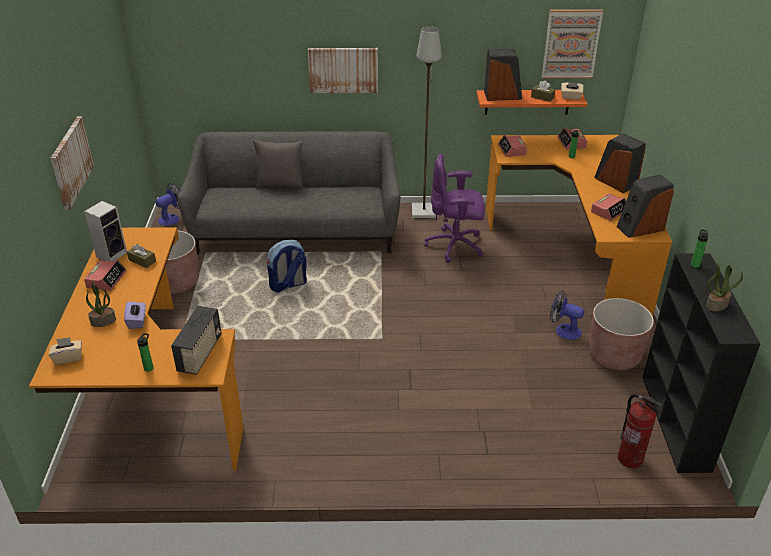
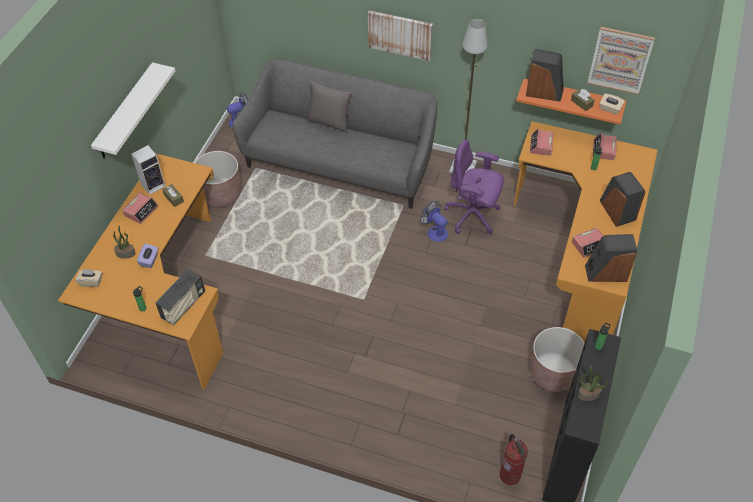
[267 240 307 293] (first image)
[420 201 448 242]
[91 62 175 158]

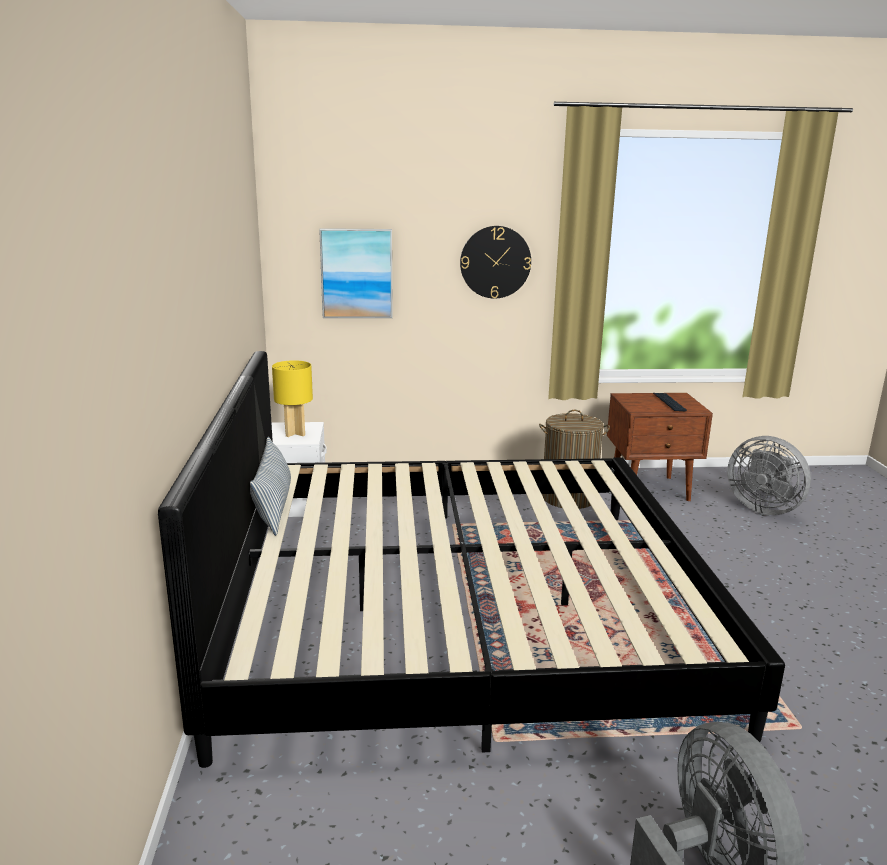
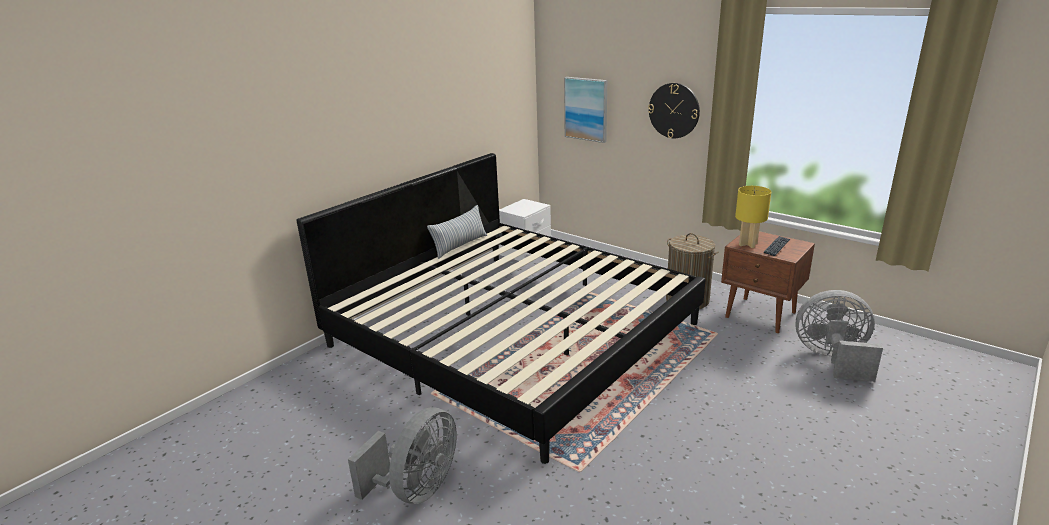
[735 186 771 248]
[795 290 883 382]

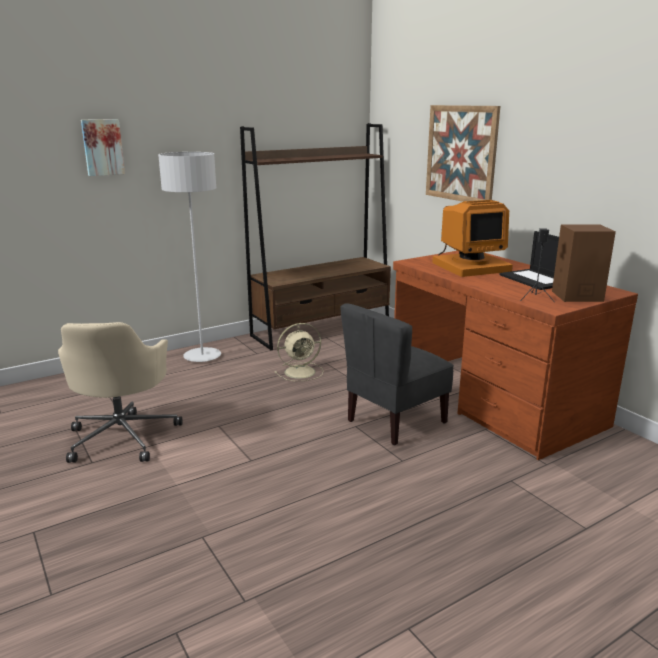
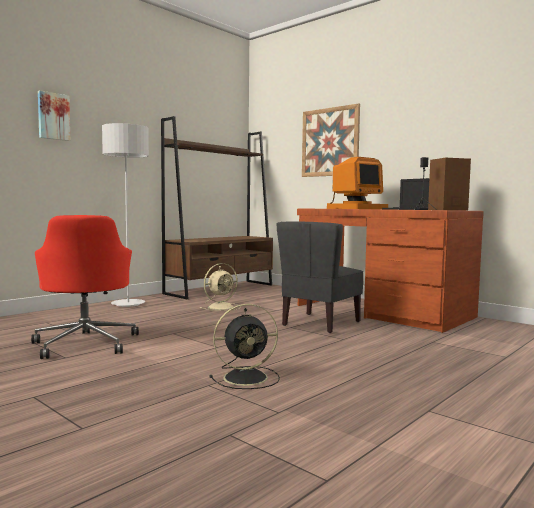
[209 304 280 389]
[31 215 139 359]

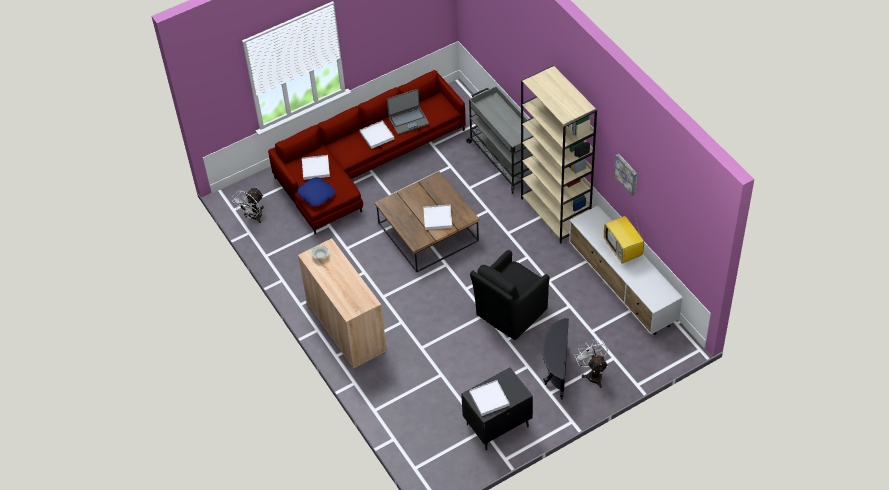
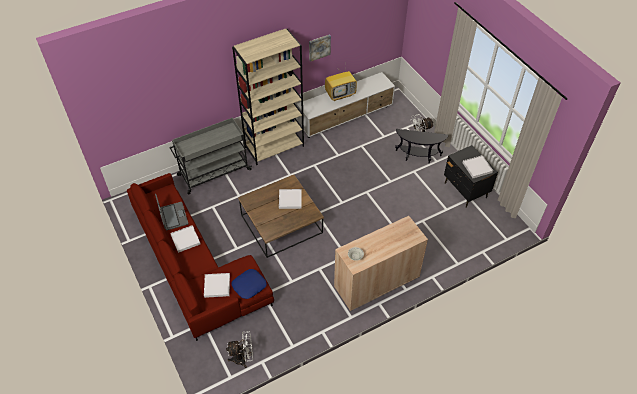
[470 250 549 340] (first image)
[226 331 253 368]

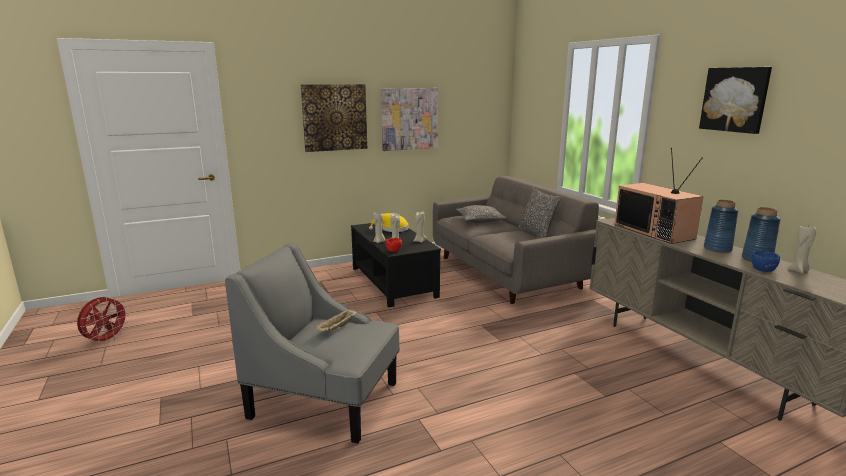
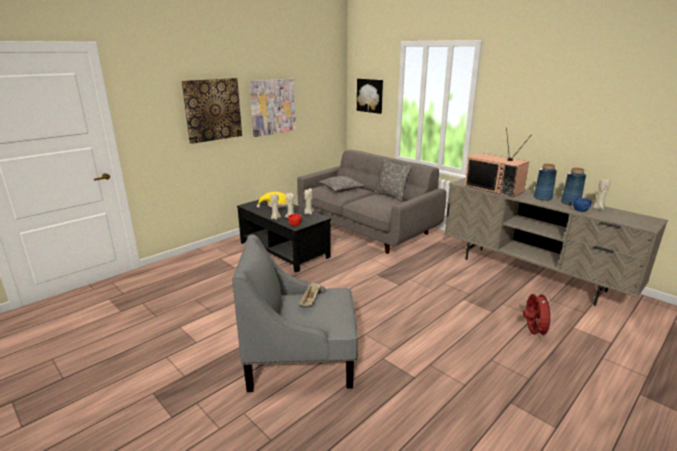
[523 292 554 338]
[357 78 383 114]

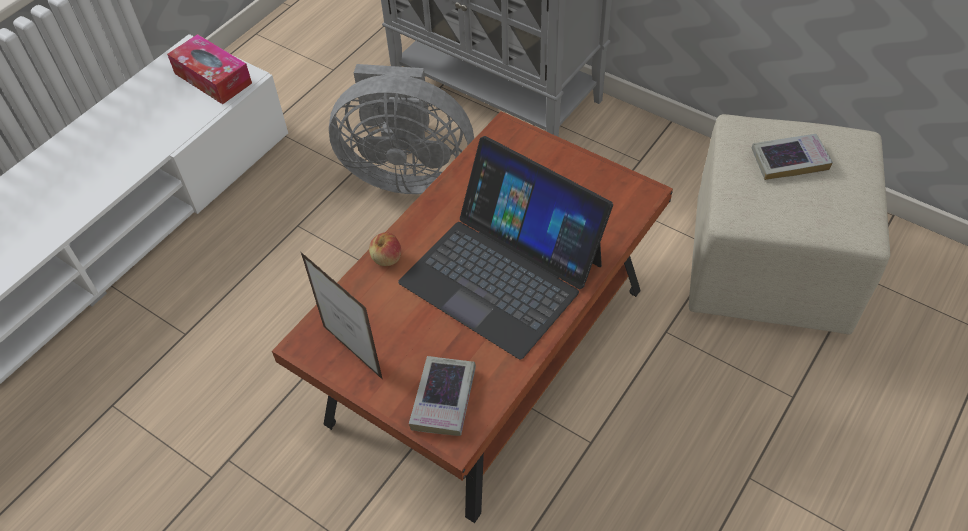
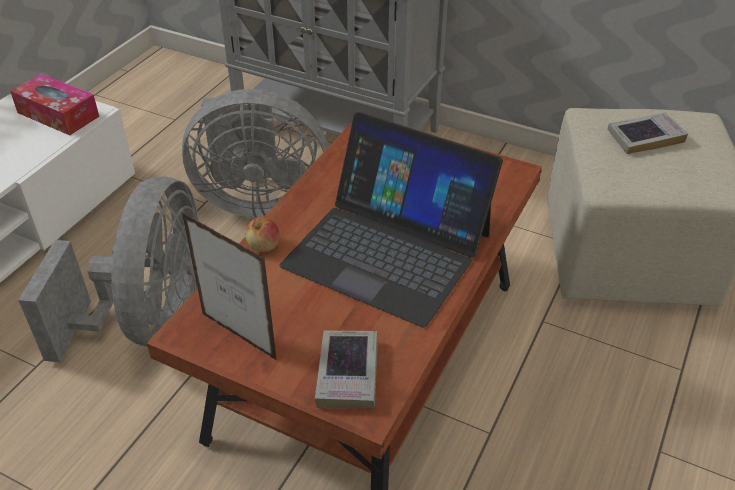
[19 176 199 362]

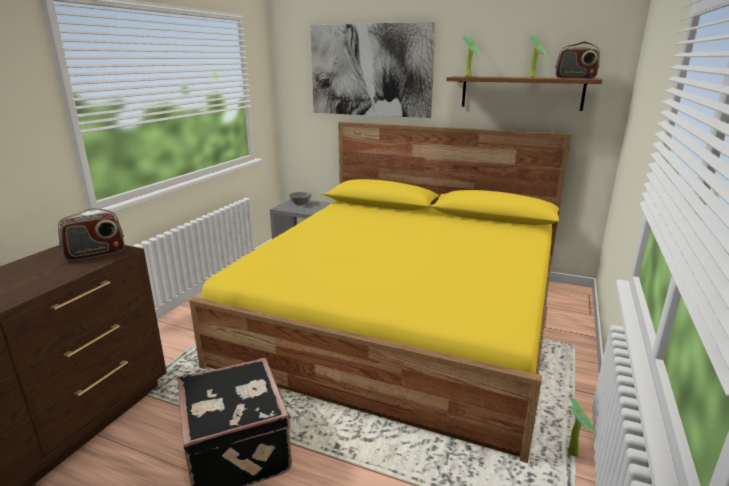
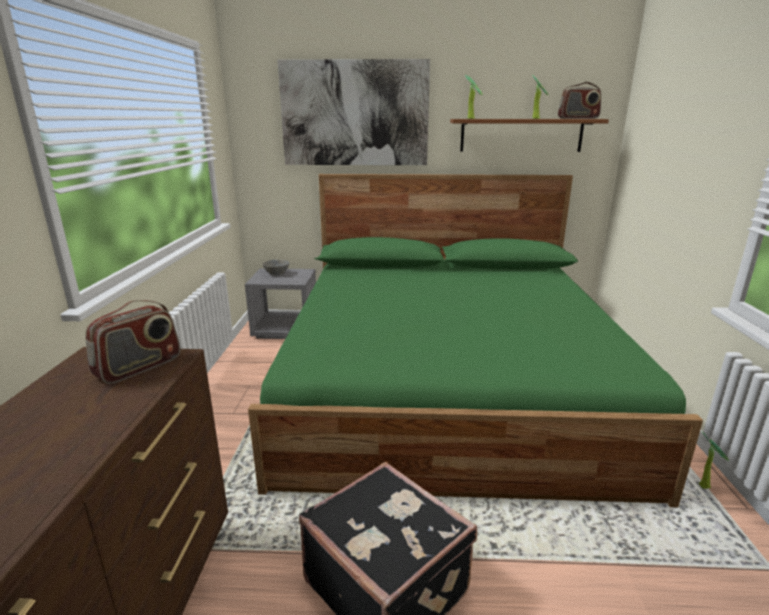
[248 174 703 507]

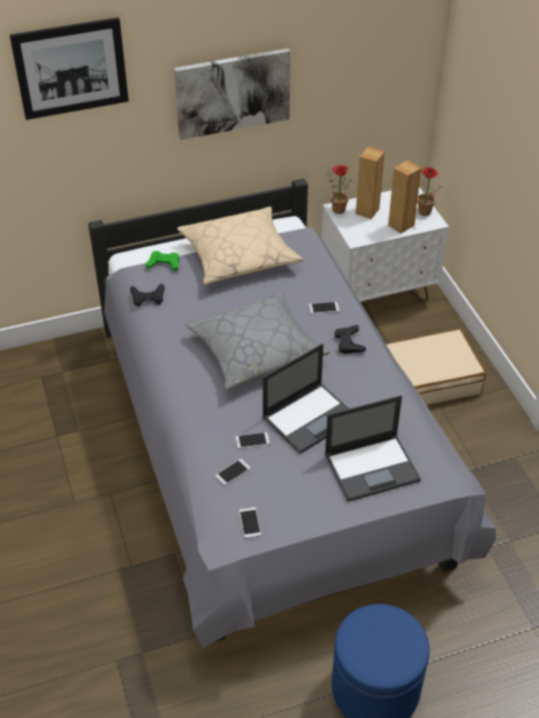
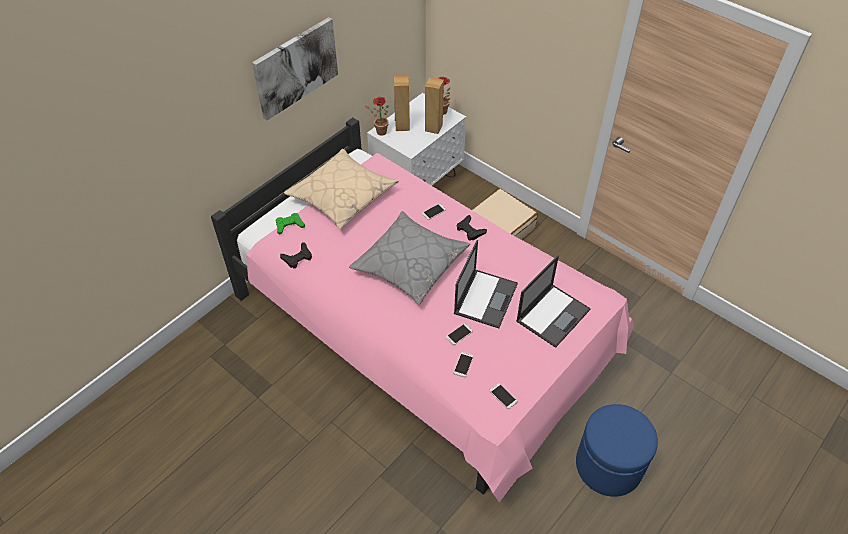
[10 17 129 120] (first image)
[211 118 634 502]

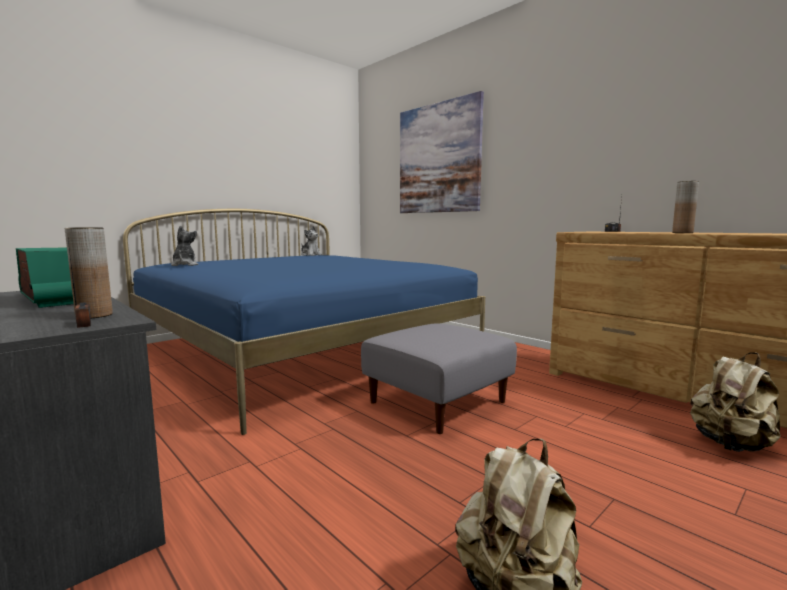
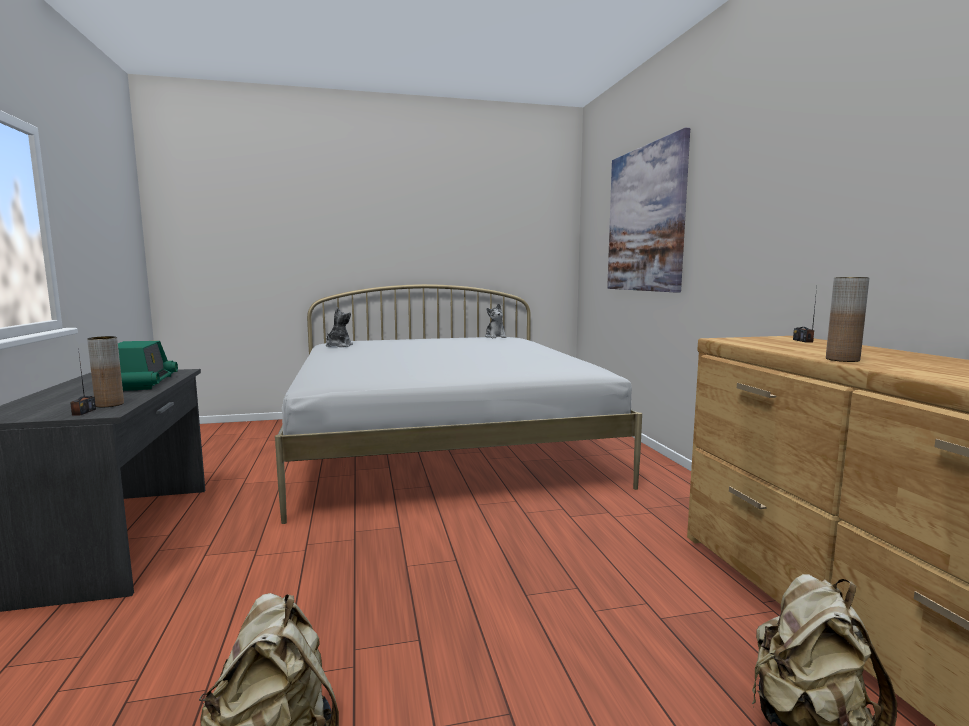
[361 323 517 434] (first image)
[275 284 642 524]

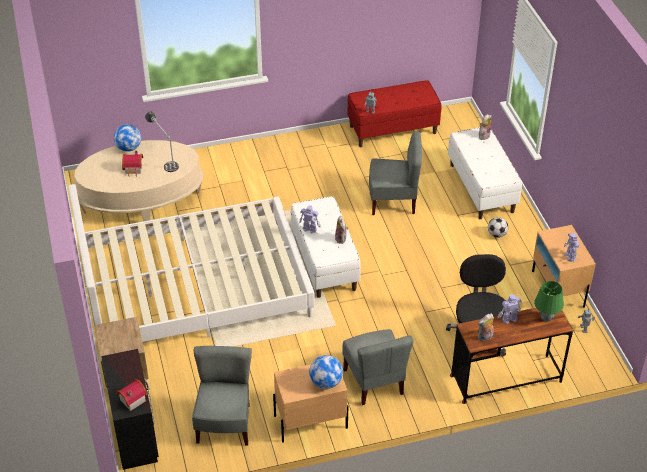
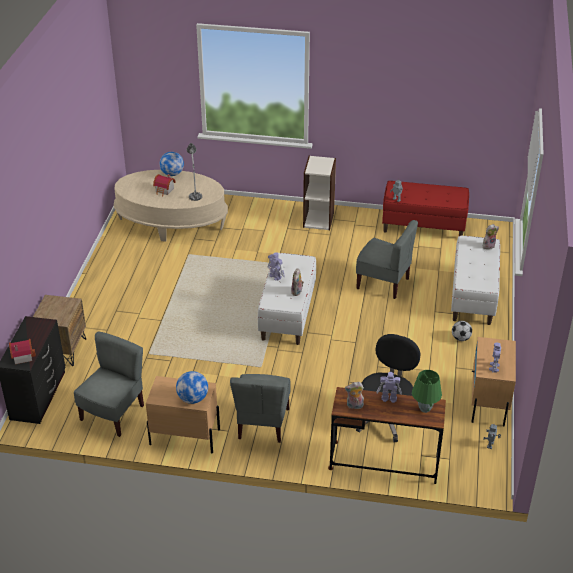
[68 184 315 342] (first image)
[303 156 336 230]

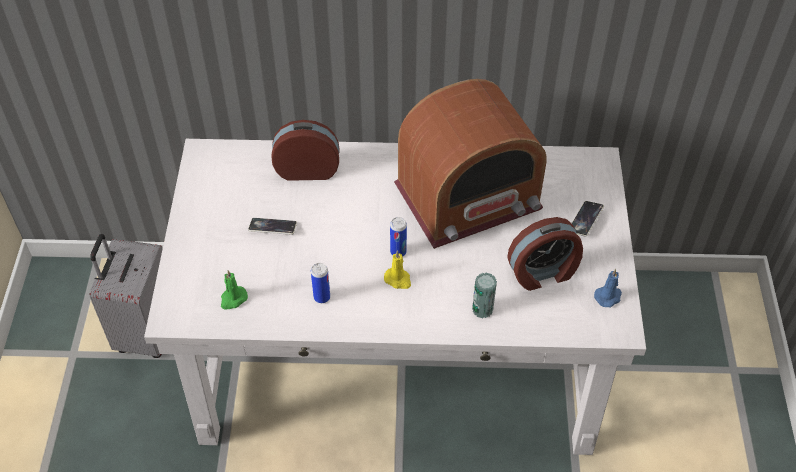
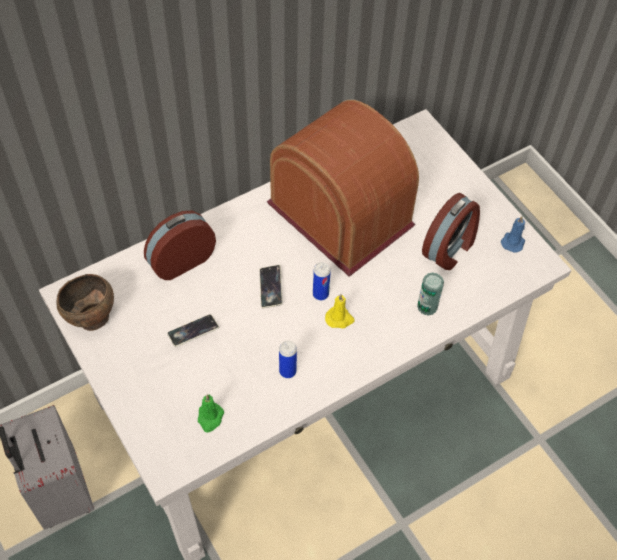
[56 274 114 331]
[259 265 283 308]
[267 100 419 277]

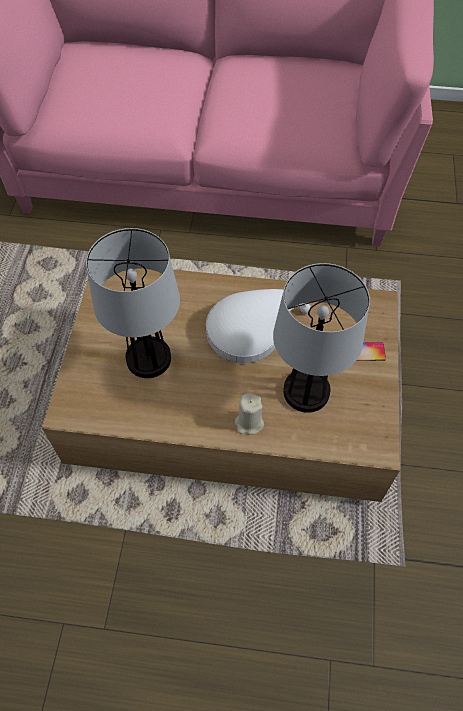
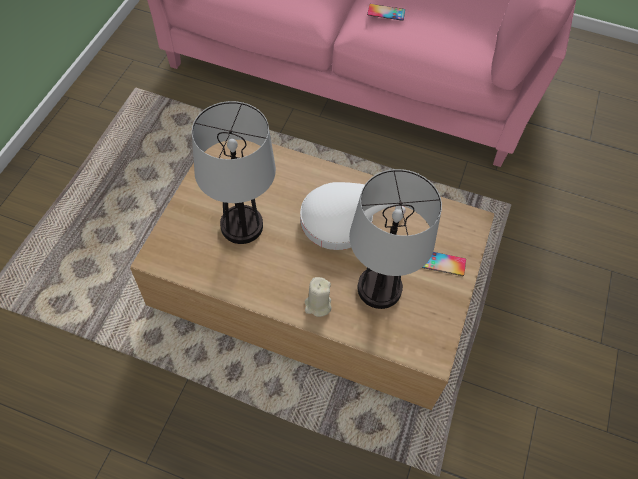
[367 4 405 21]

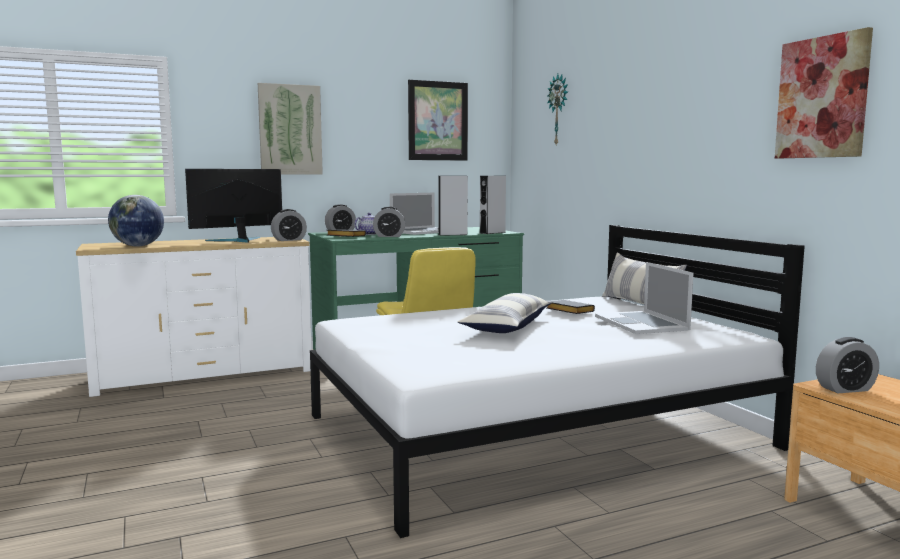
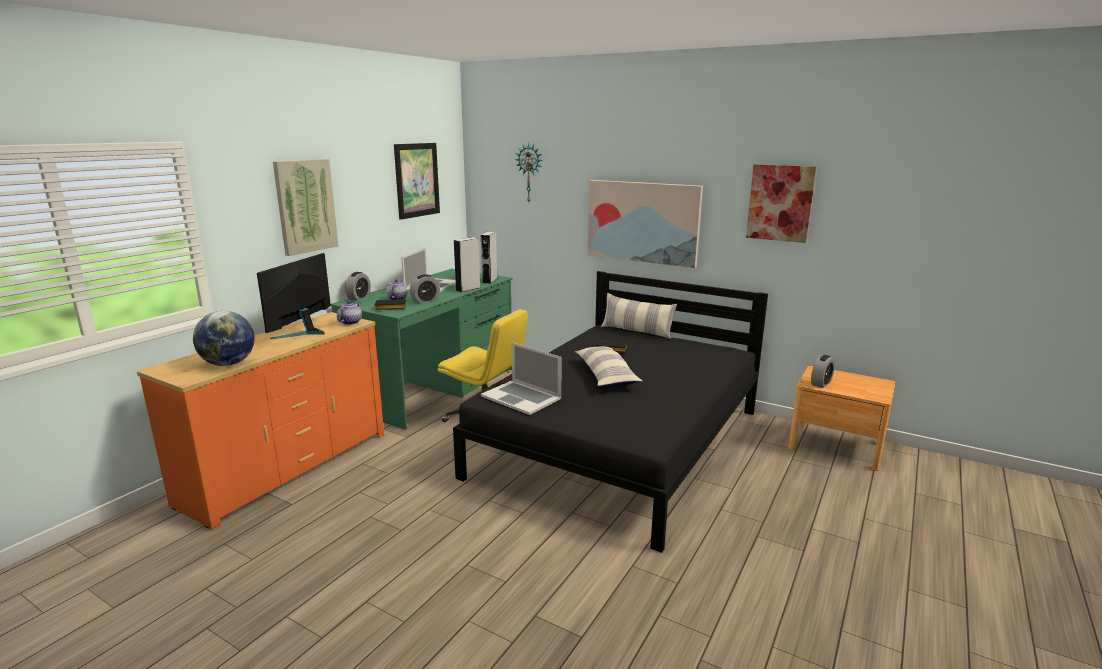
[587 180 703 268]
[481 342 562 415]
[337 301 362 325]
[137 312 384 529]
[453 271 768 553]

